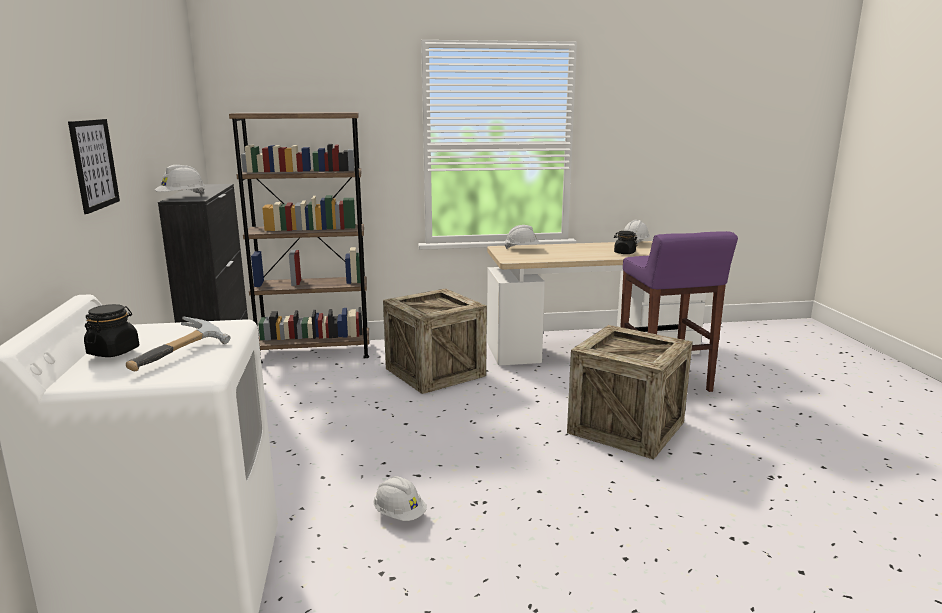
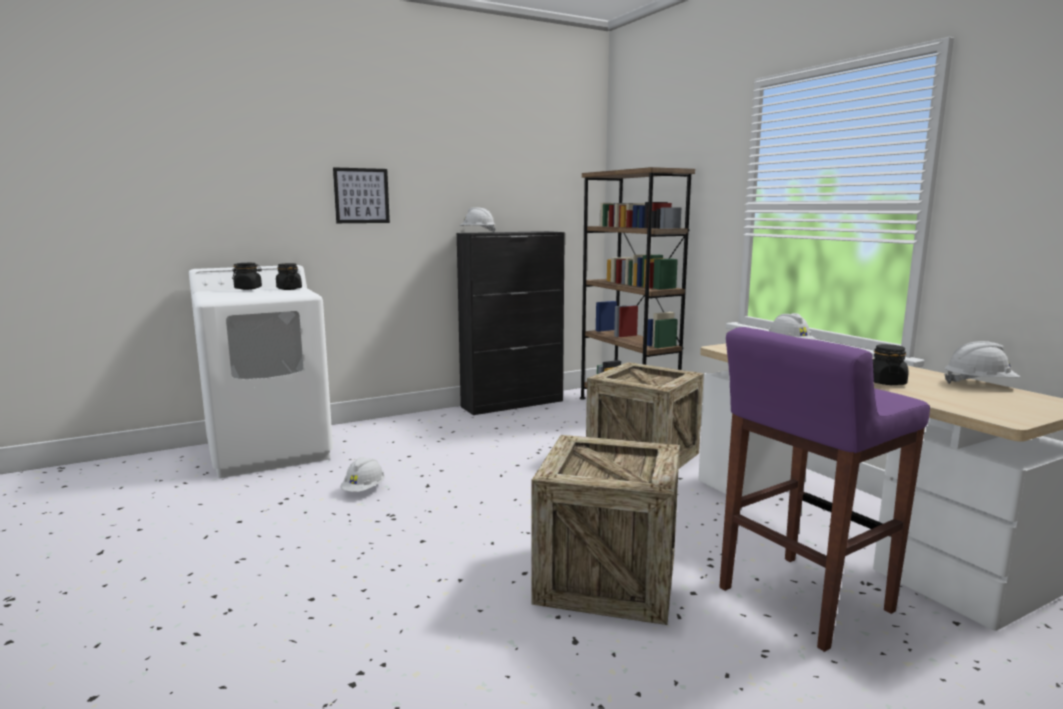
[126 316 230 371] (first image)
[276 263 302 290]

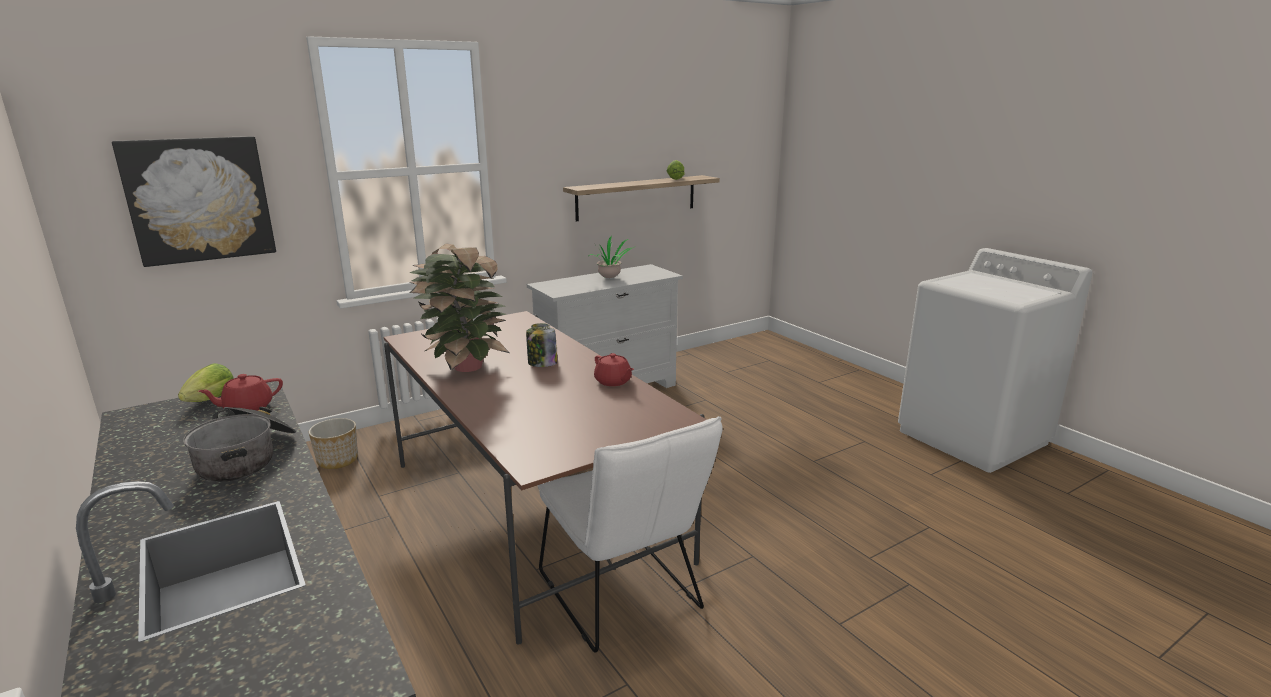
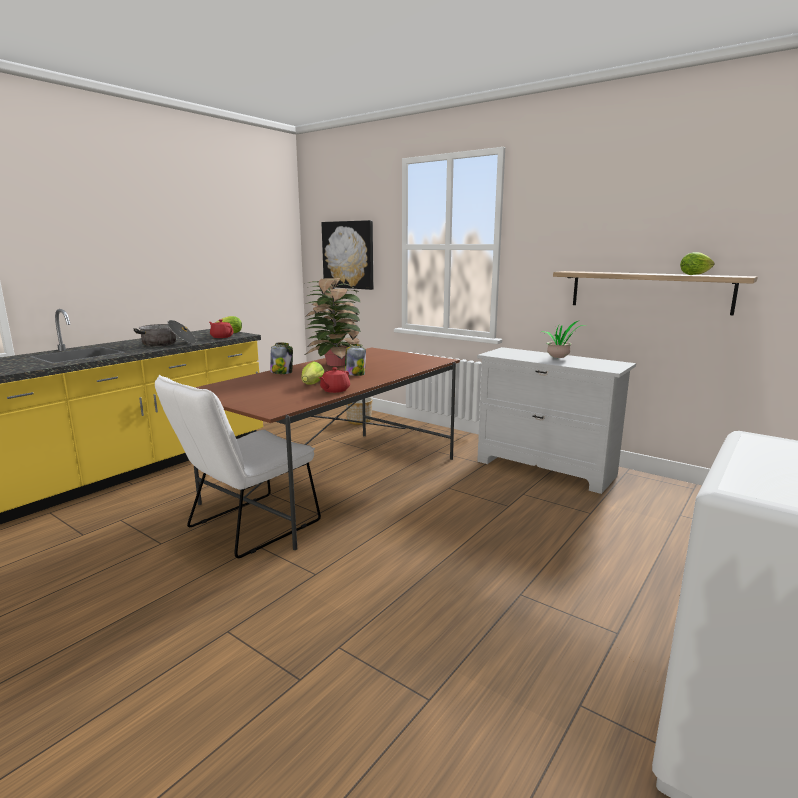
[270 343 293 374]
[301 361 324 385]

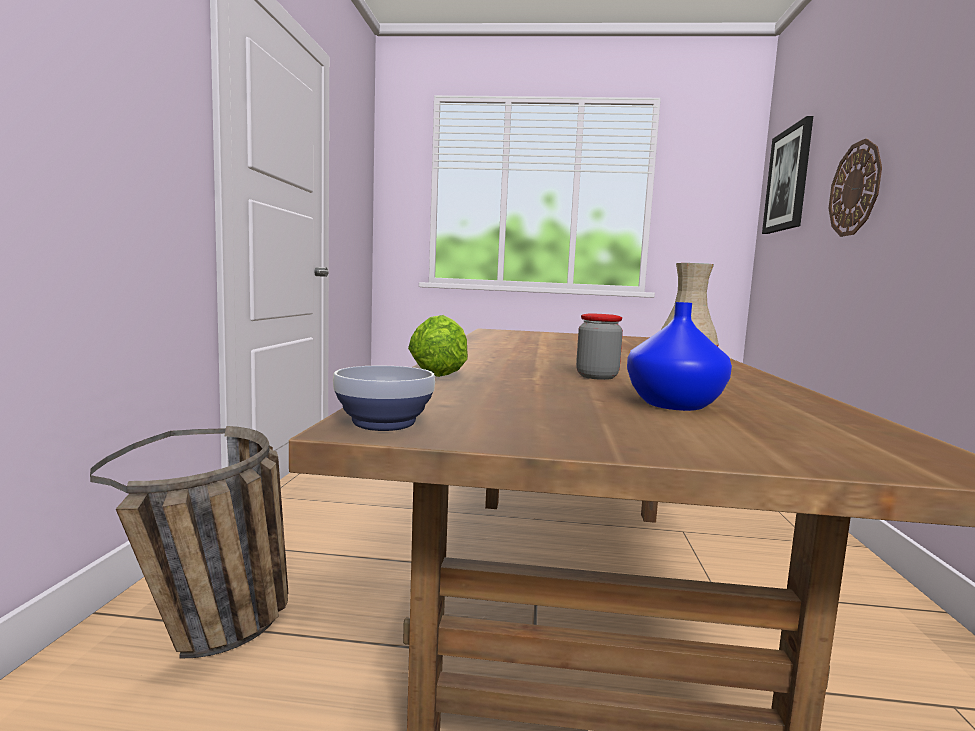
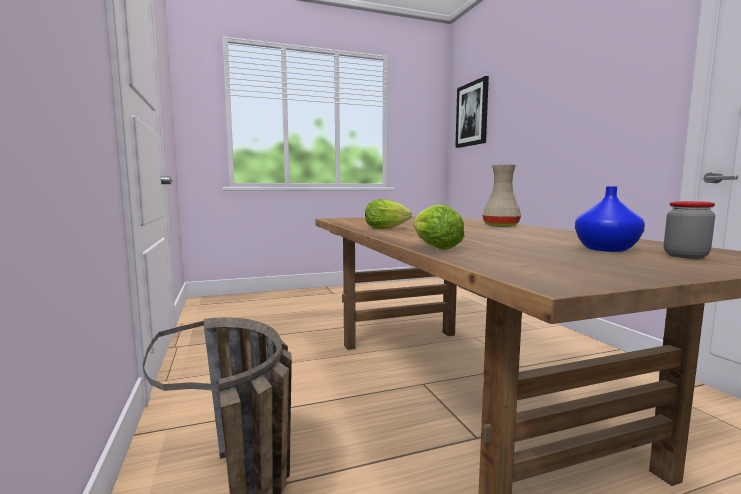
[333 366 435 431] (first image)
[829 139 882 237] (first image)
[365 199 412 229]
[664 201 715 259]

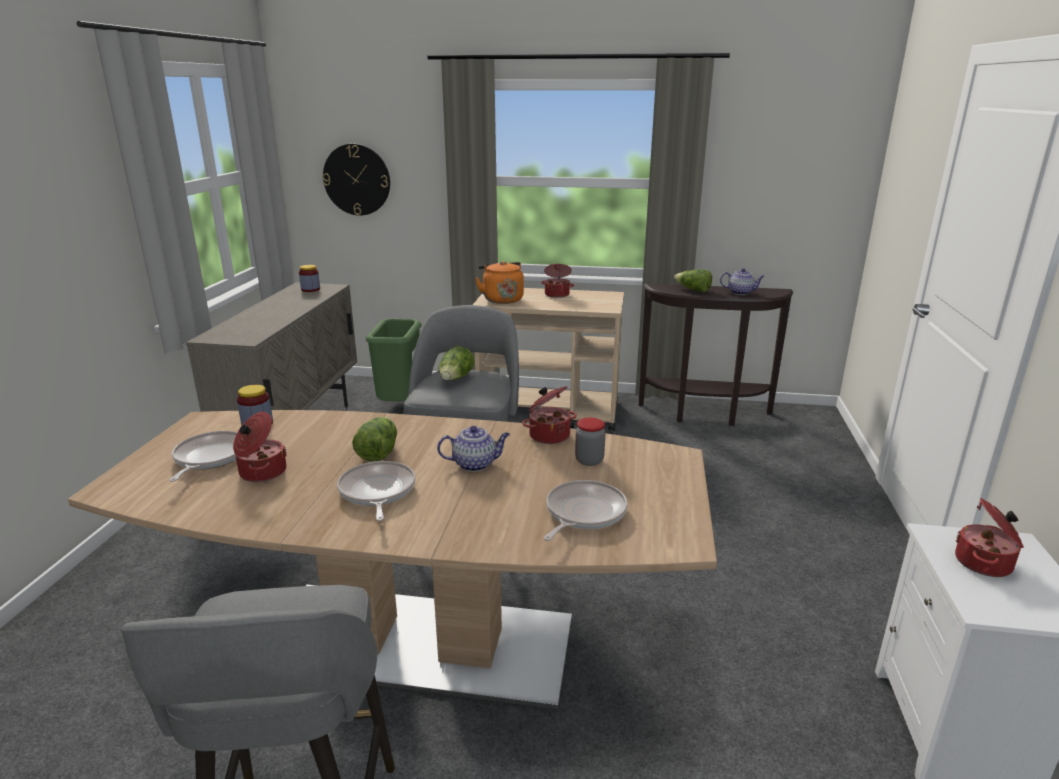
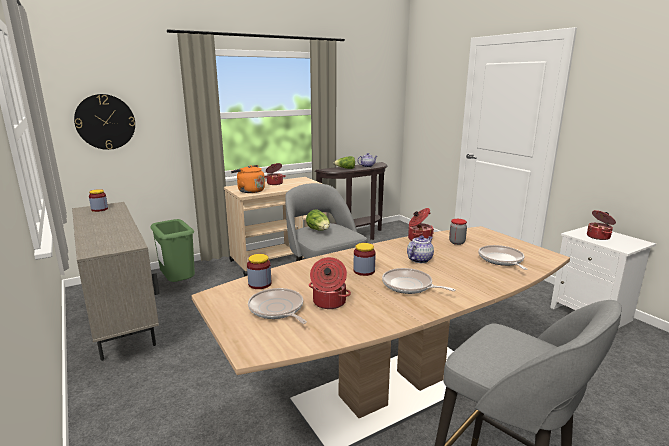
[353 243 376 276]

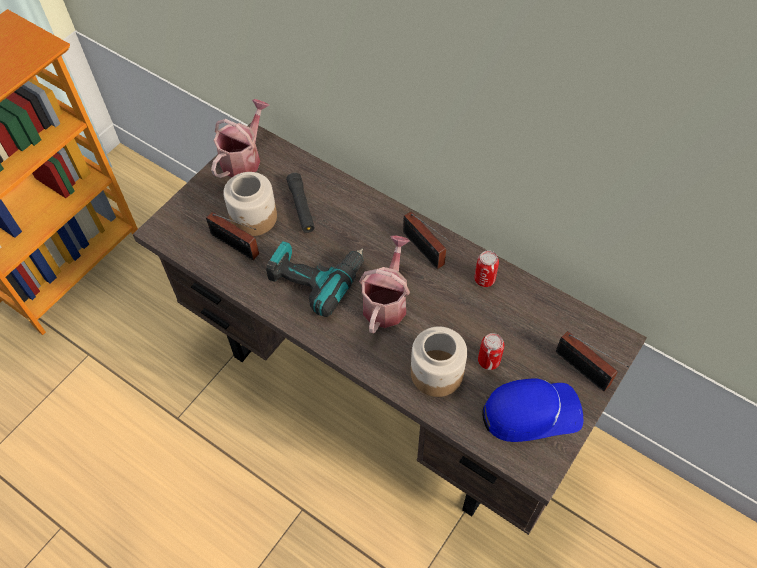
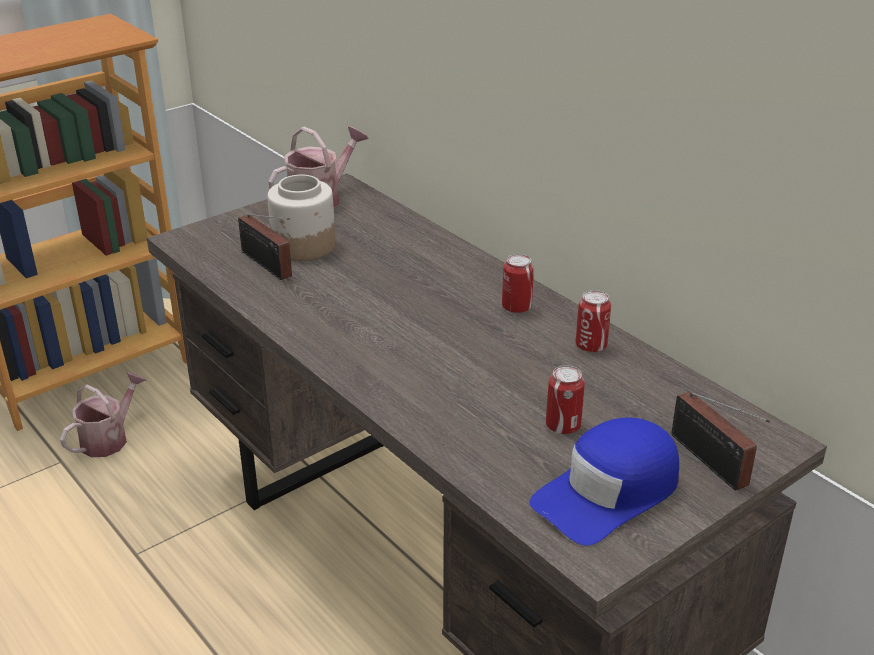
[266 241 364 317] (first image)
[286 173 315 233] (first image)
[411 326 467 397] (first image)
[60 372 146 457]
[502 254 534 313]
[530 417 679 546]

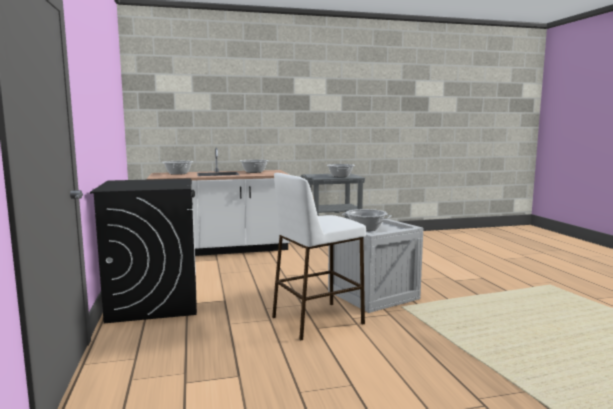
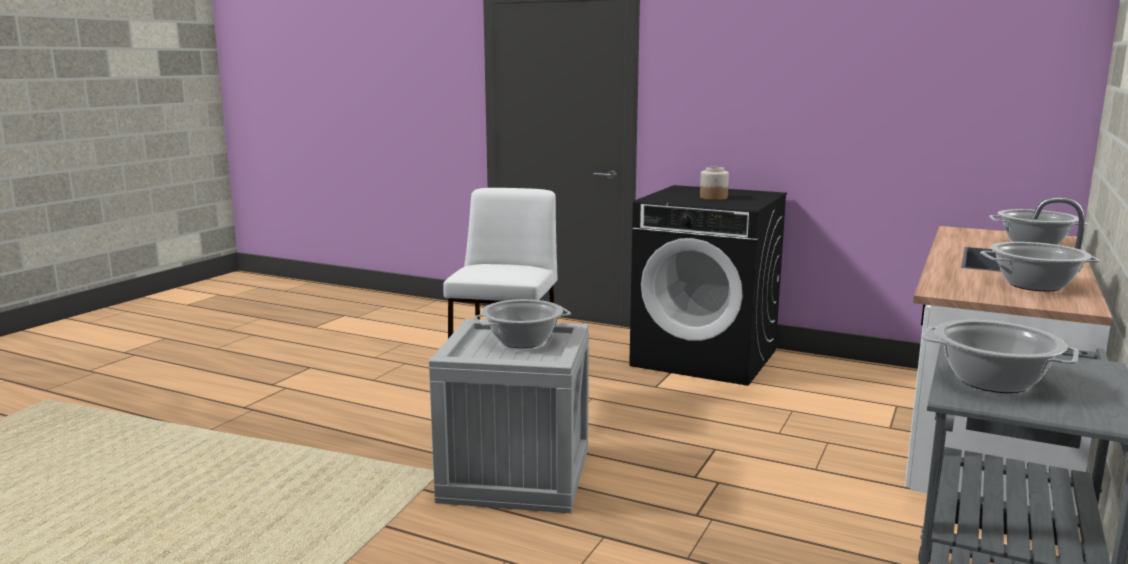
[700 167 729 200]

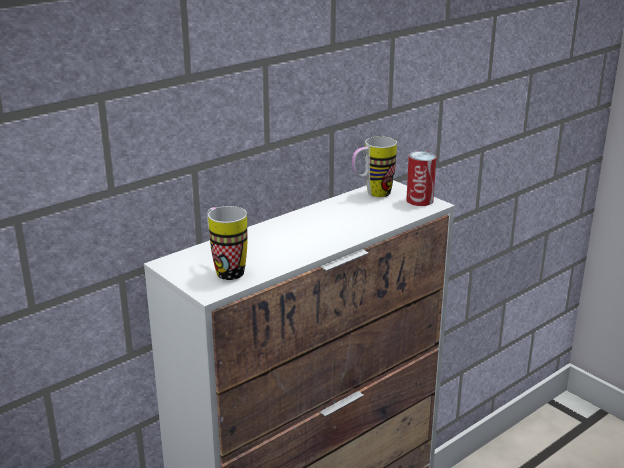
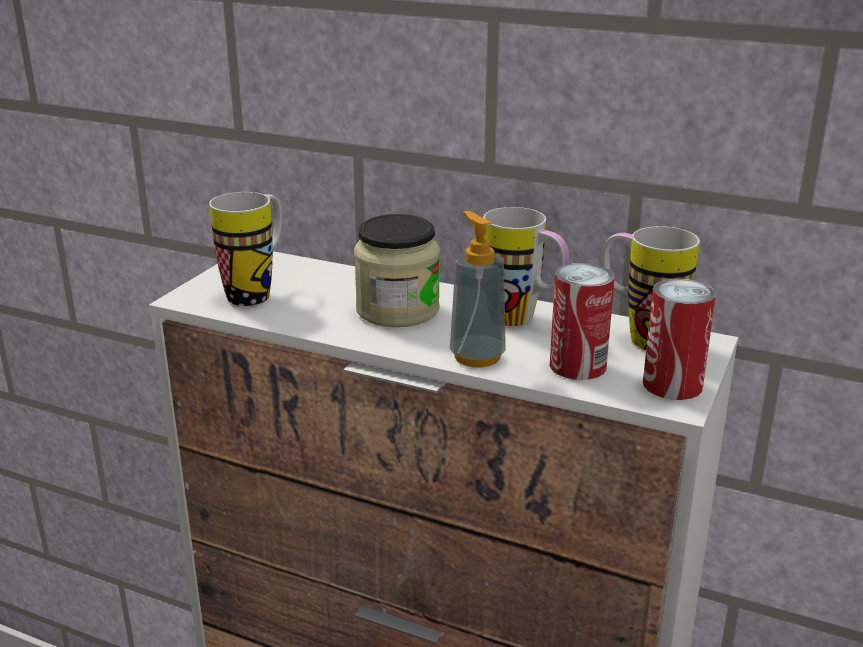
[354 214 440 327]
[450 211 506 368]
[483 207 569 326]
[550 263 615 380]

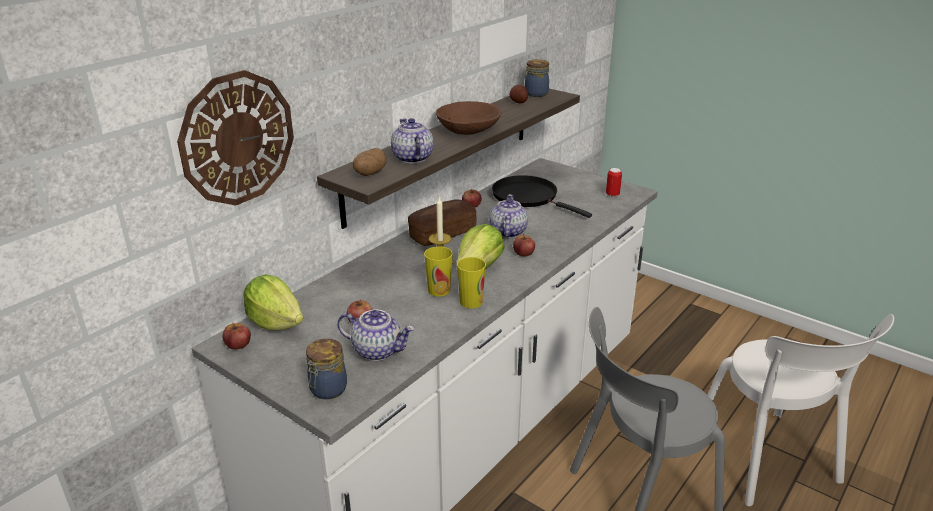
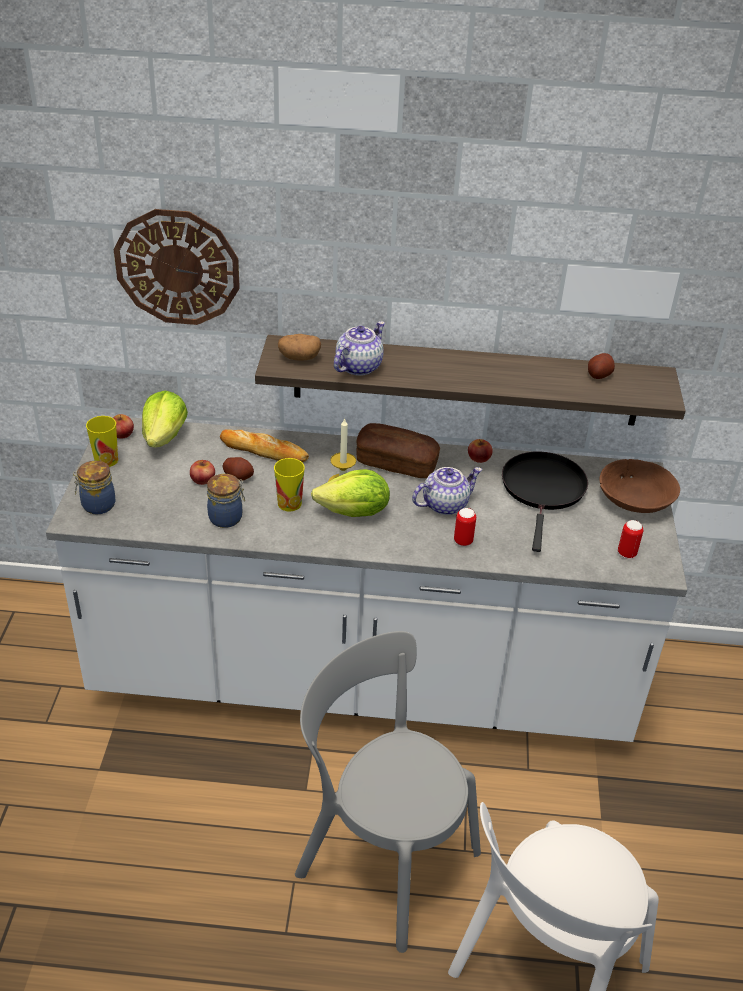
[337 310 415 361] (first image)
[513 234 535 256] (first image)
[220 429 309 462]
[222 457 254 481]
[454 508 476 546]
[599 459 680 513]
[86 416 118 467]
[207 474 245 528]

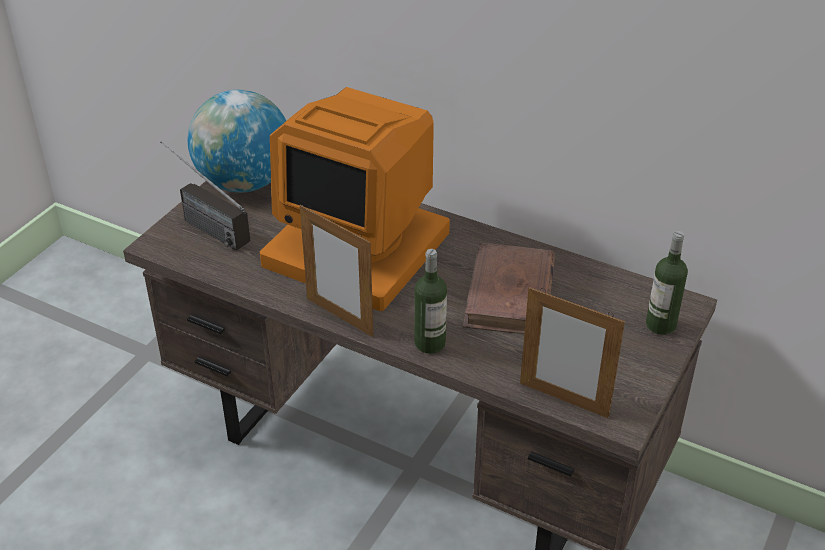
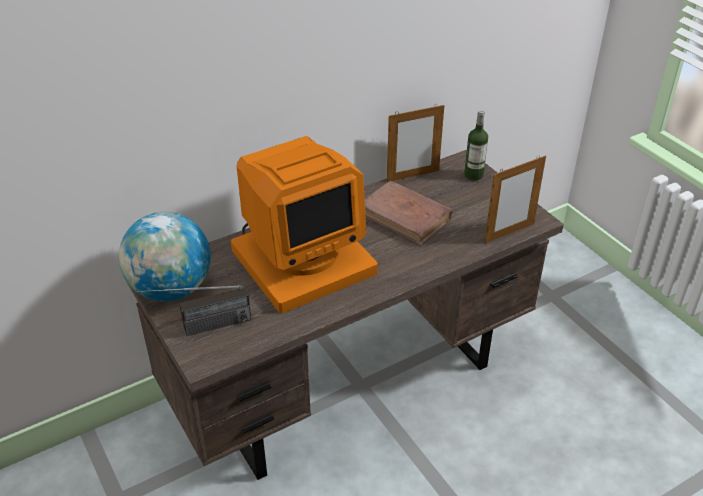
[415 249 447 354] (first image)
[387 105 444 182]

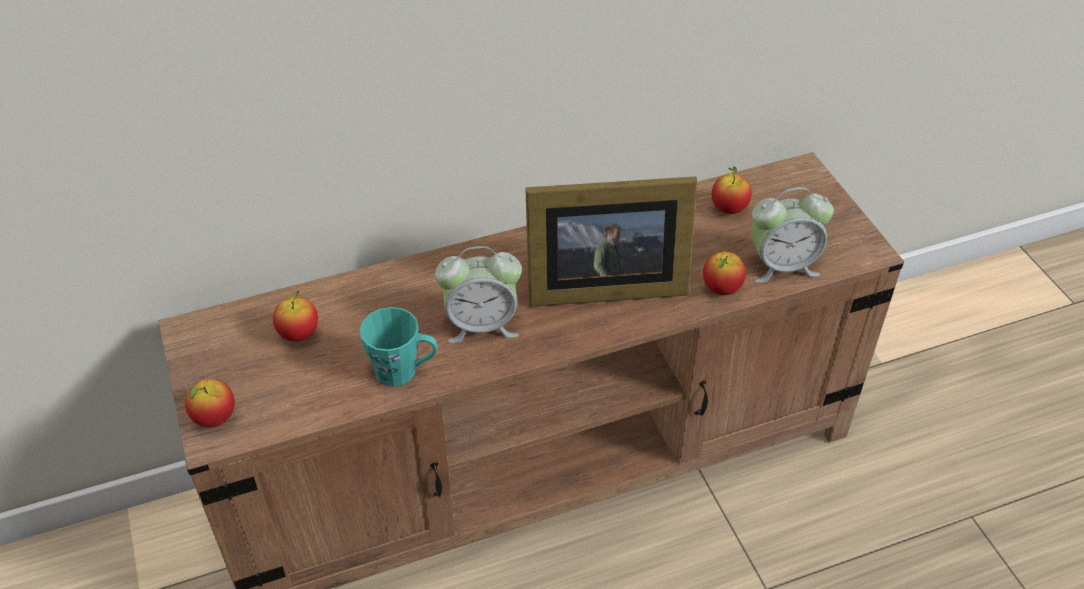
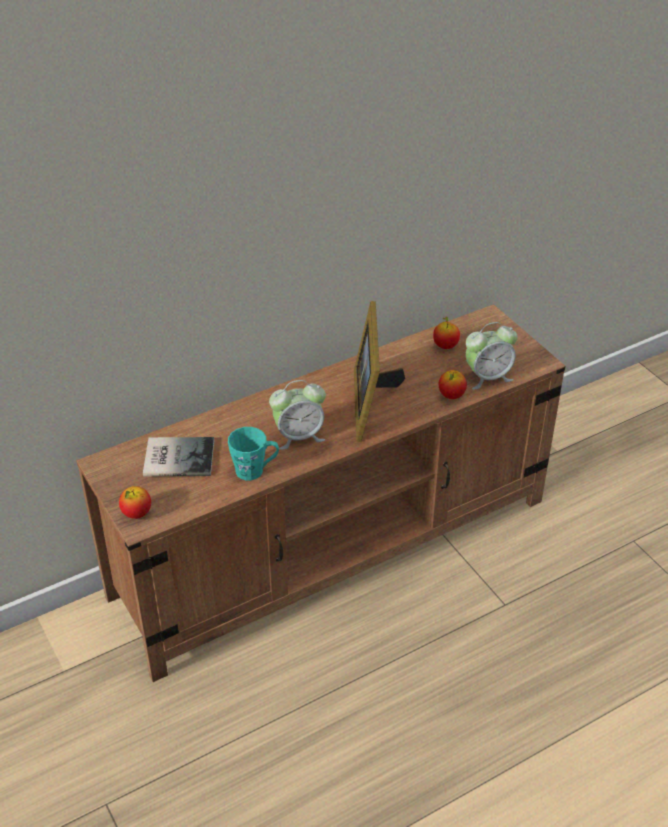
[143 437 214 476]
[354 301 405 442]

